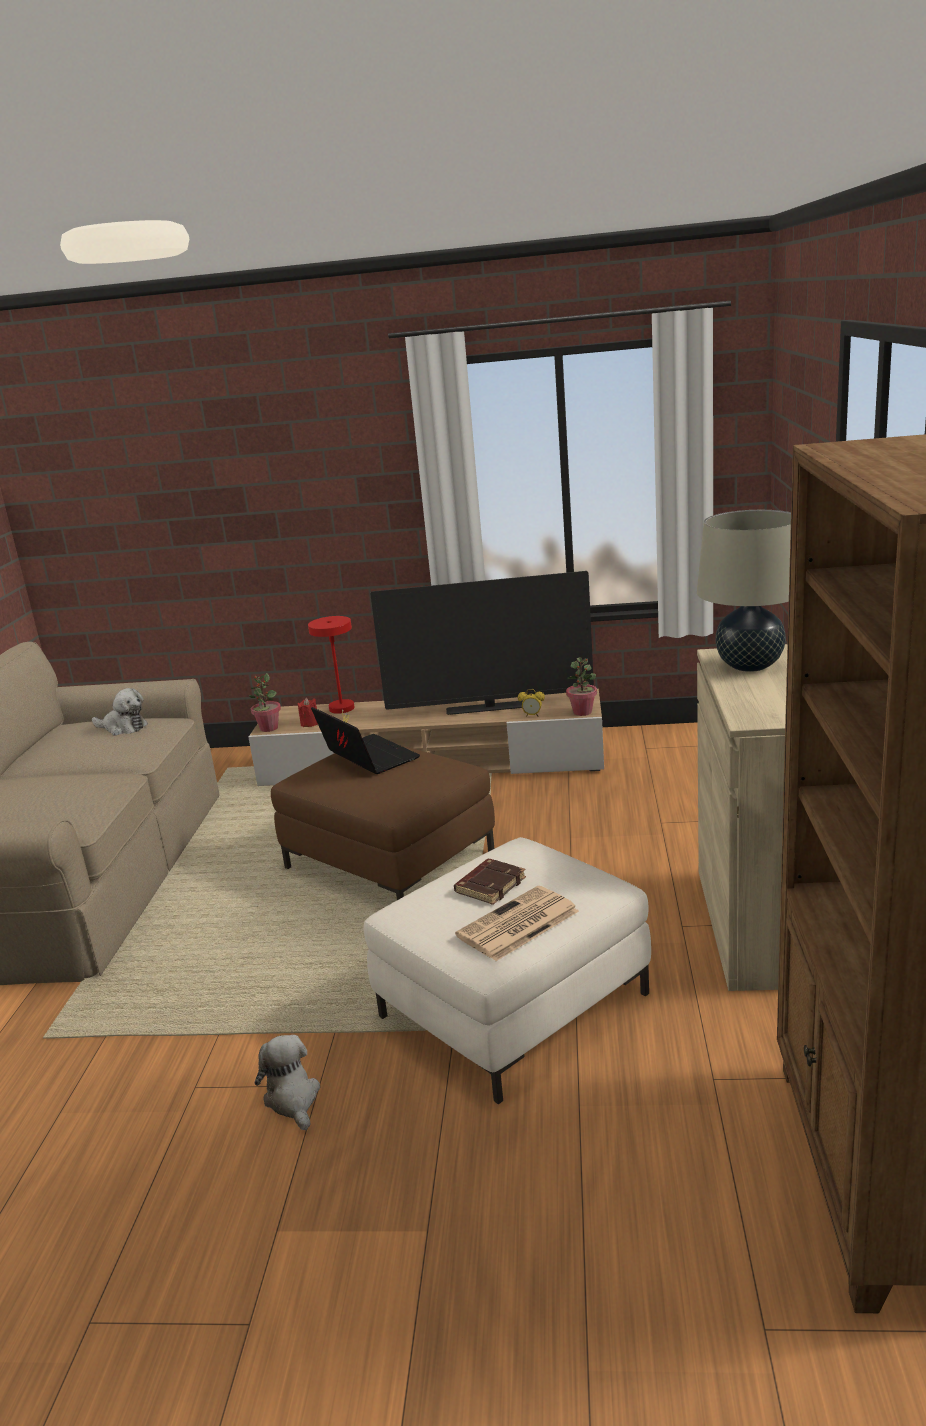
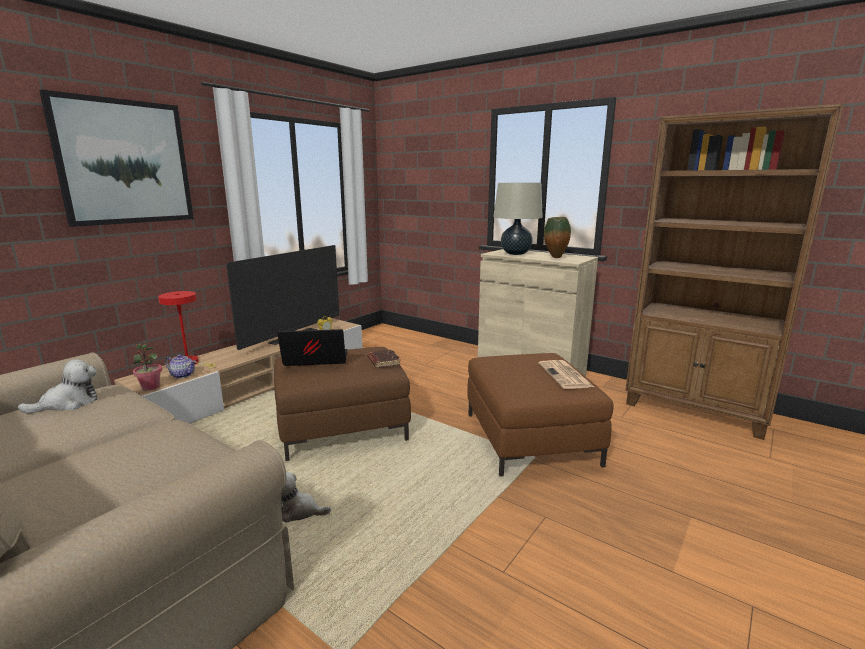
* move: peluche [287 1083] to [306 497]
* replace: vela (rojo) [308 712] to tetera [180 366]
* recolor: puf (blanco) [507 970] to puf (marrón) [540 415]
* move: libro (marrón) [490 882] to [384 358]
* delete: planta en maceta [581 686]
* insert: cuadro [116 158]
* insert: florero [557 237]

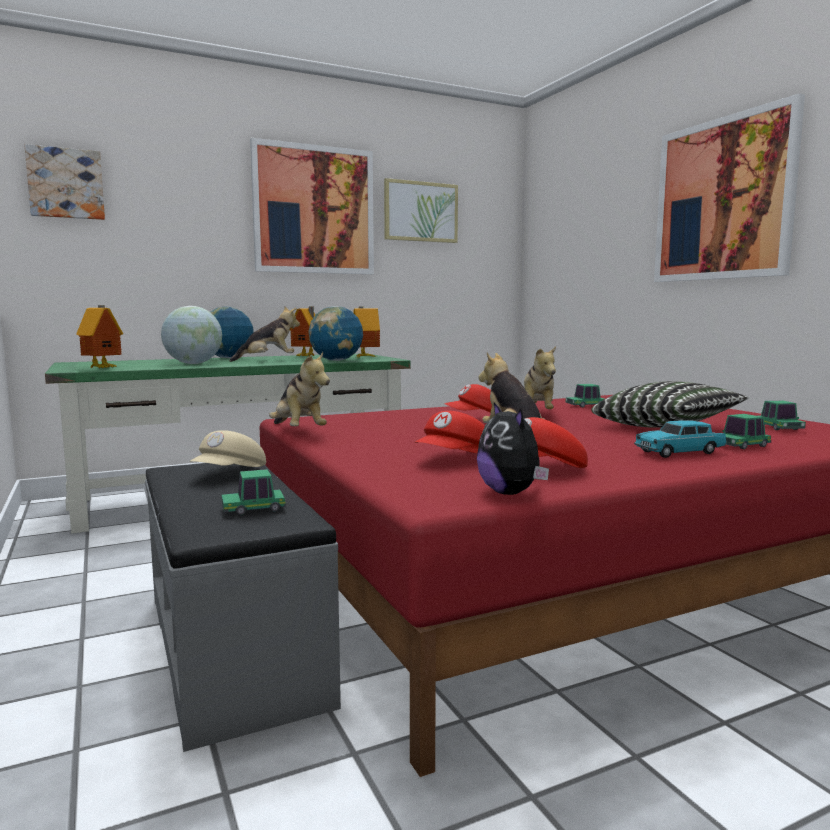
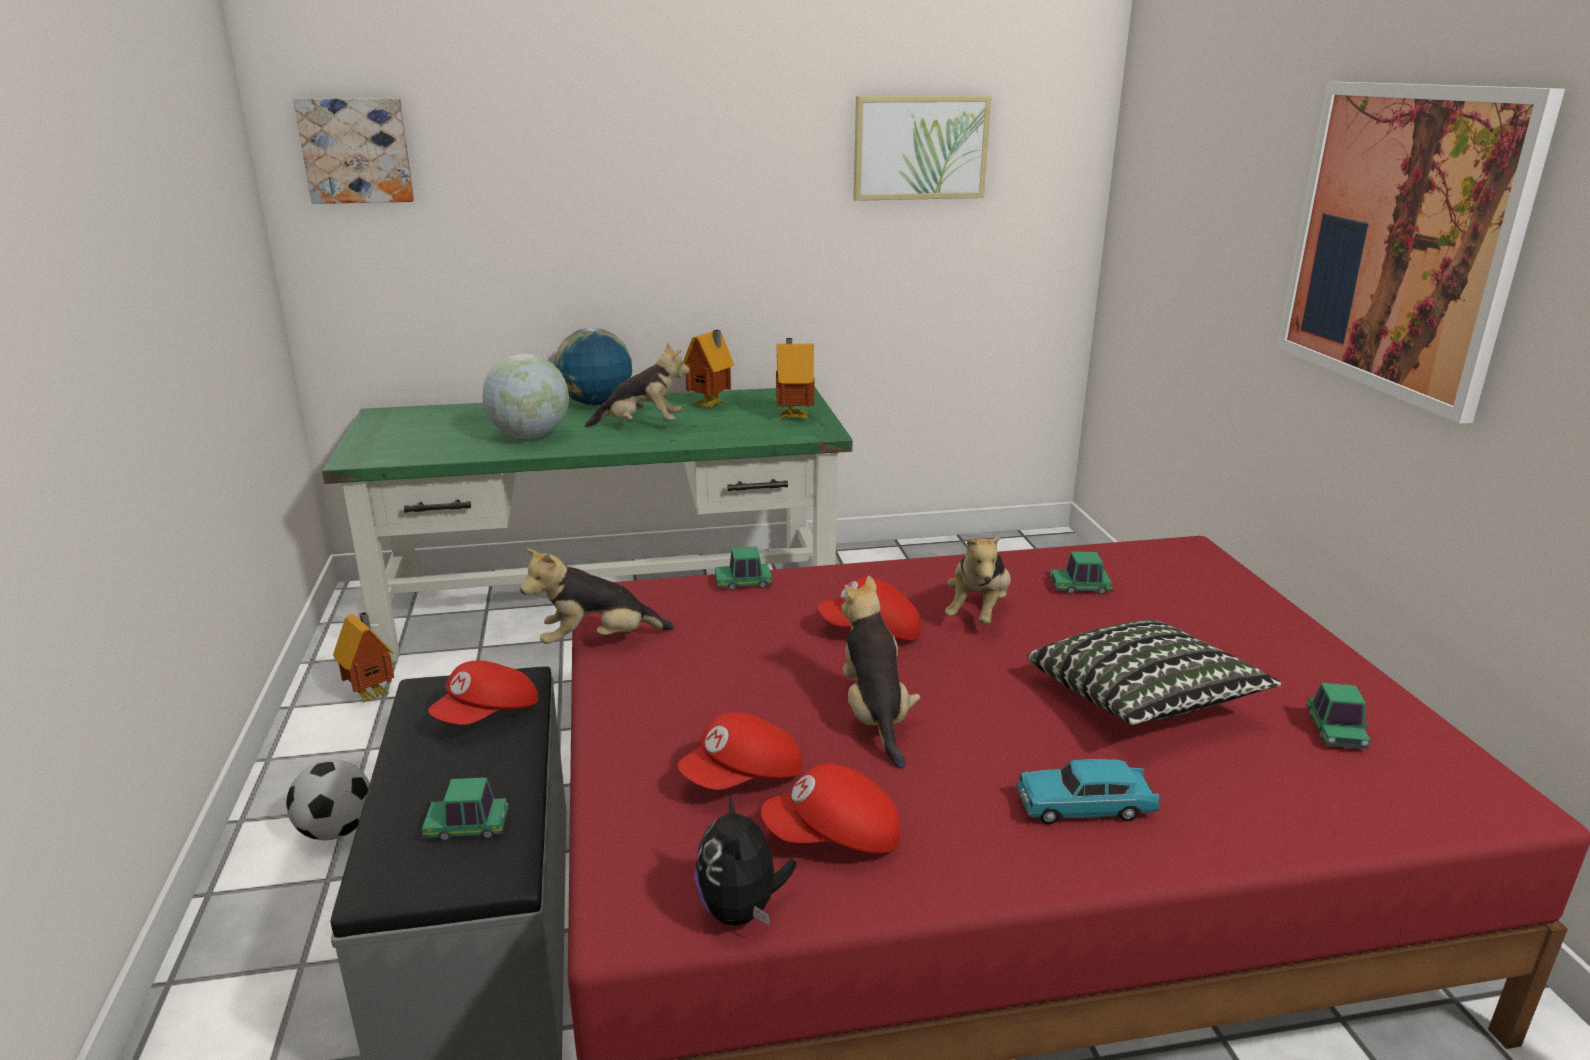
* move: casita [99 336] to [363 657]
* recolor: gorra (beis) [227 448] to gorra (rojo) [483 692]
* delete: cuadro [312 206]
* rotate: peluche [299 389] = [597 596] 90 degrees clockwise
* delete: globo terráqueo [335 333]
* move: coche de juguete [746 431] to [744 568]
* insert: balón de fútbol [328 800]

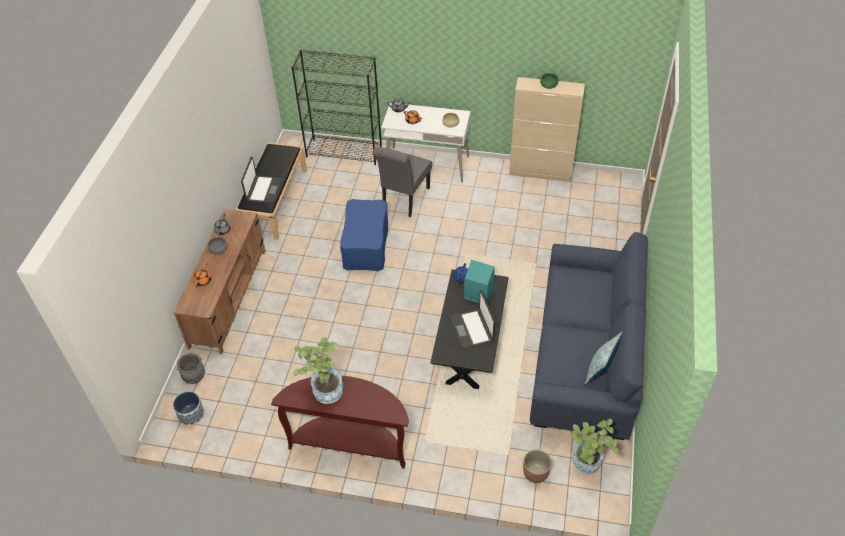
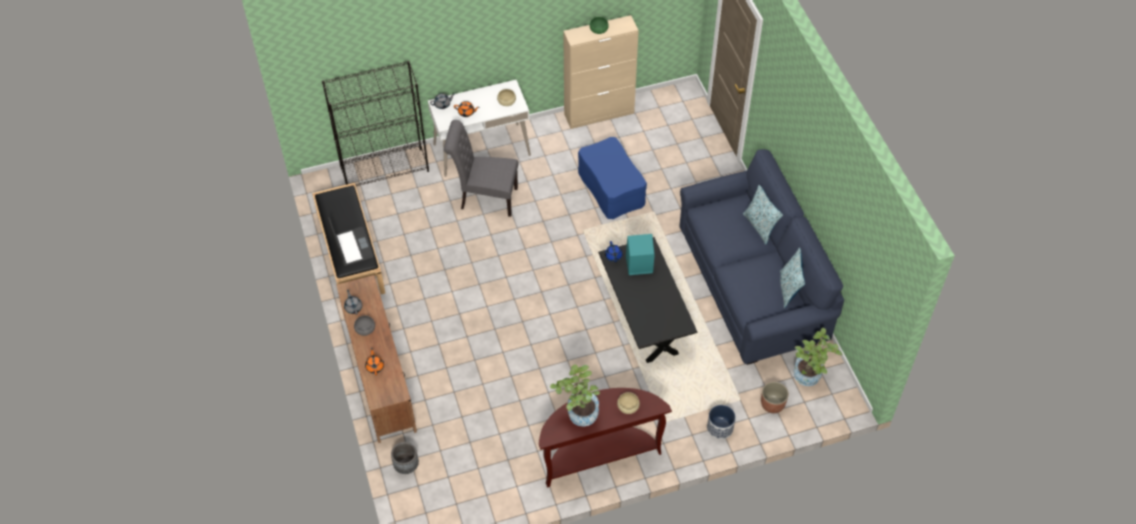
* move: maceta [188 409] to [721 422]
* move: puf (azul) [364 235] to [612 178]
* rotate: silla (gris) [402 182] = [481 168] 105 degrees clockwise
* delete: portátil [472 319]
* insert: cuenco (beis) [628 403]
* insert: cojín [763 215]

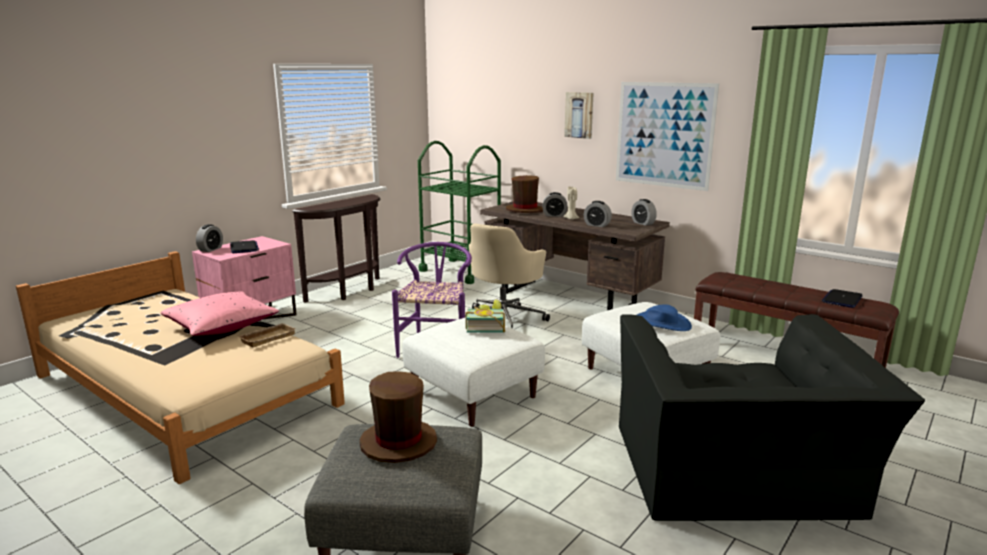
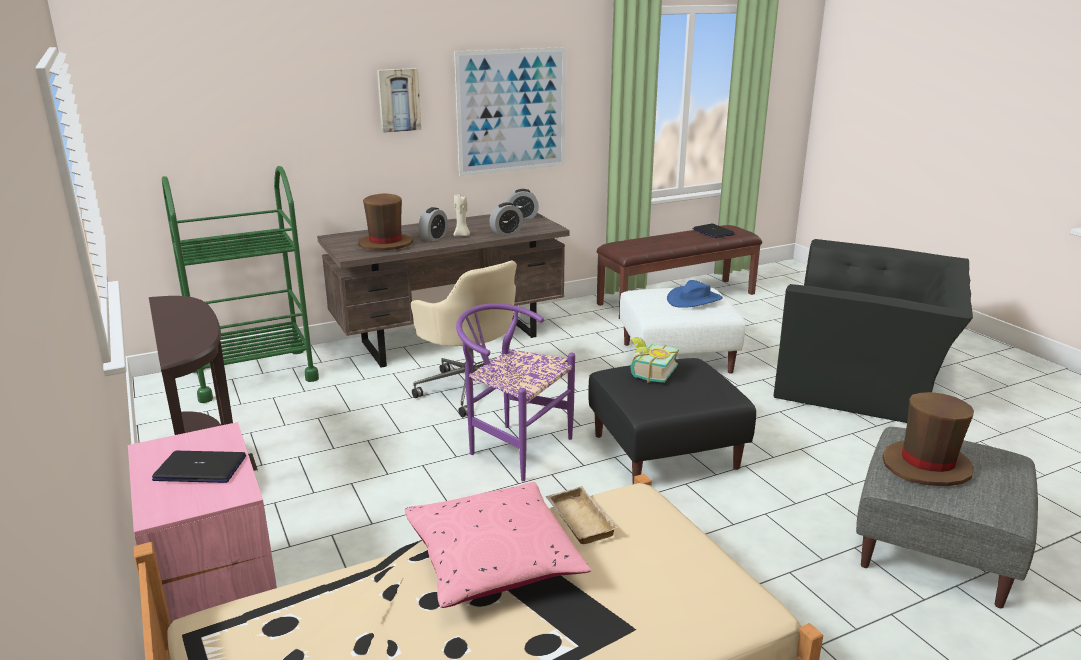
* delete: despertador [209 238]
* recolor: puf (blanco) [473 372] to puf (negro) [672 421]

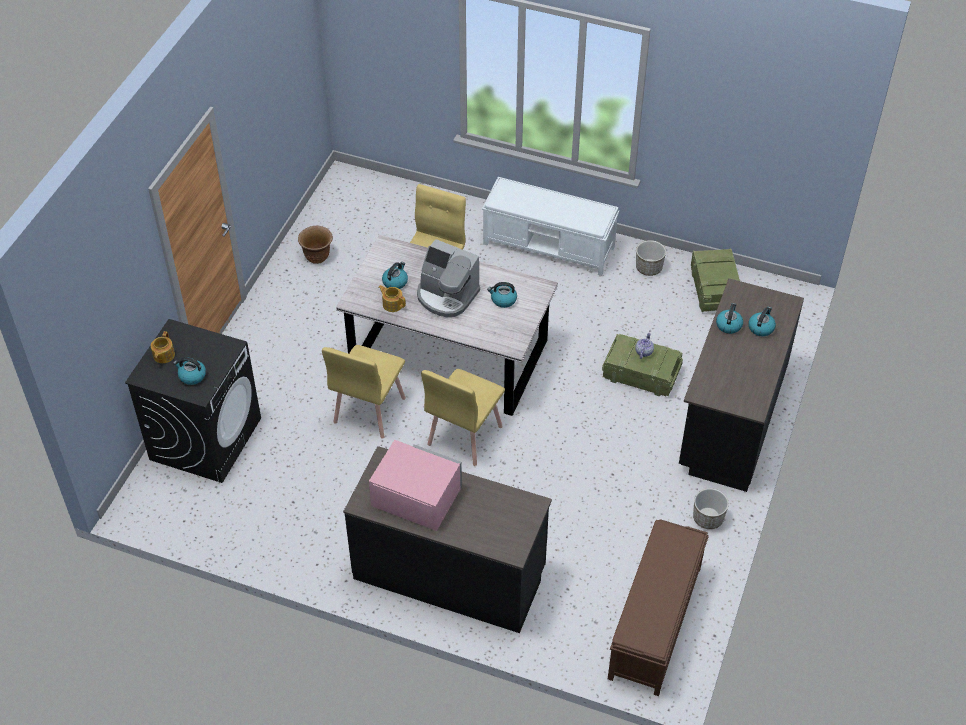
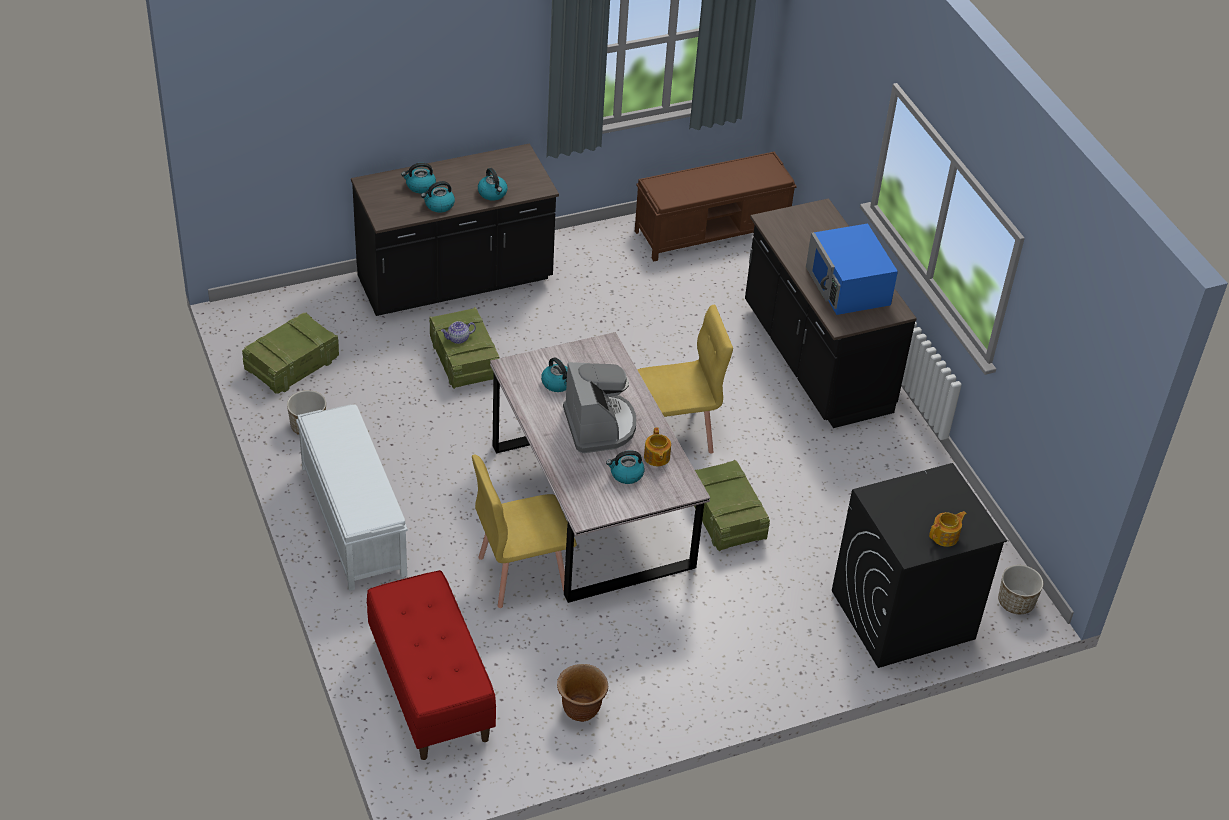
* move: hervidor [189 371] to [493 184]
* replace: silla (amarillo) [364 392] to caja de embalaje [732 505]
* recolor: microondas (rosa) [415 485] to microondas (azul) [852 269]
* move: maceta [711 508] to [1021 589]
* insert: banco (rojo) [431 665]

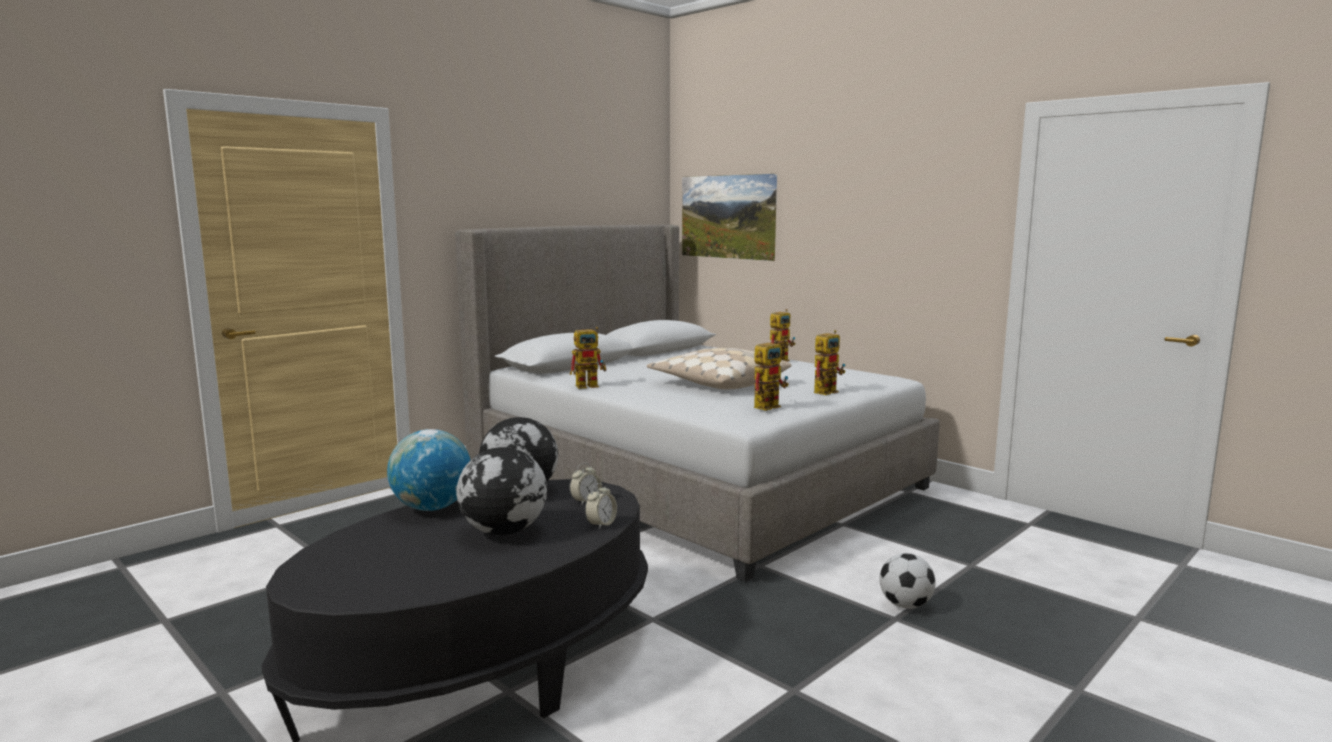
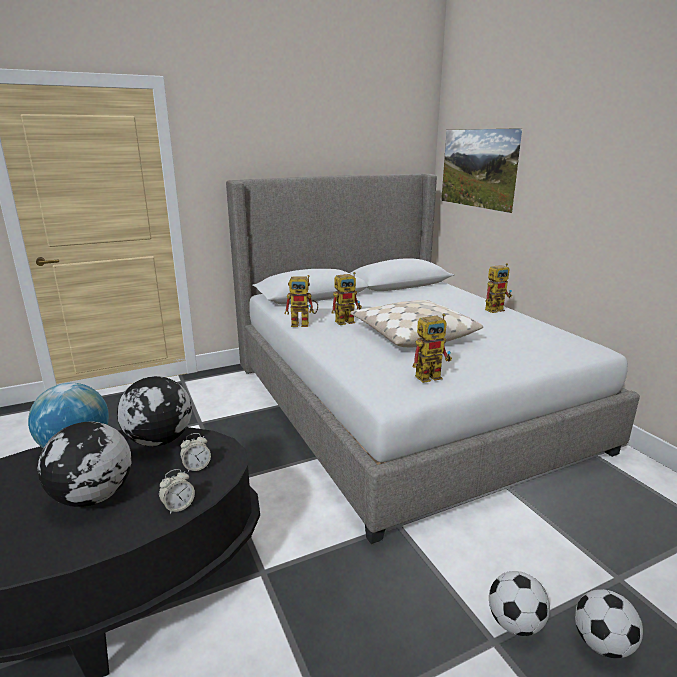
* move: robot de juguete [829 362] to [347 298]
* insert: balón de fútbol [609 623]

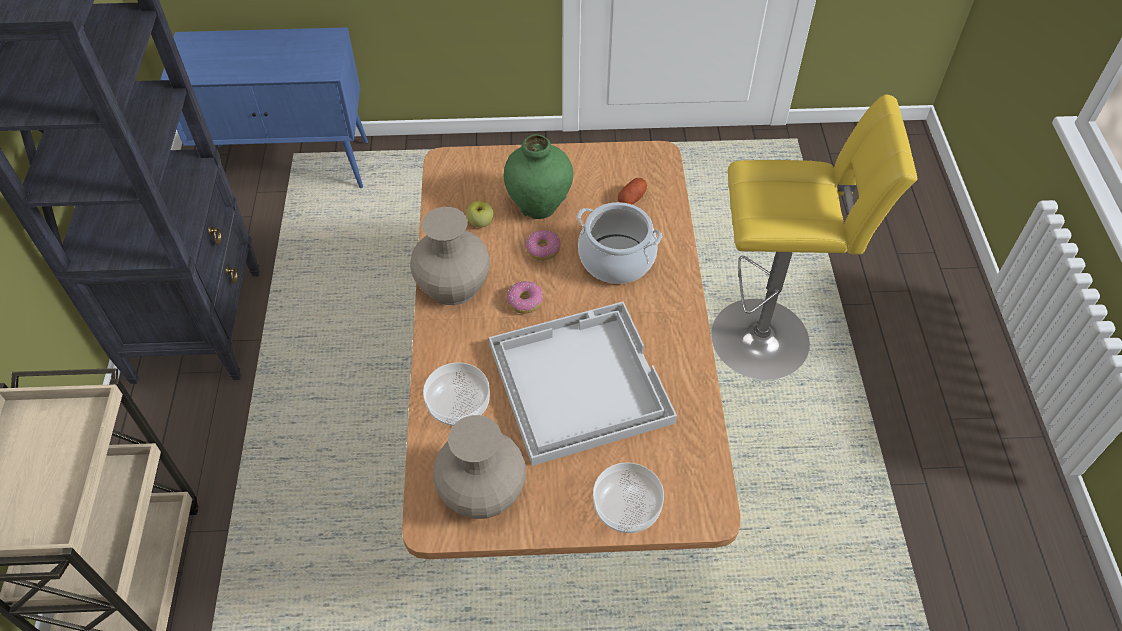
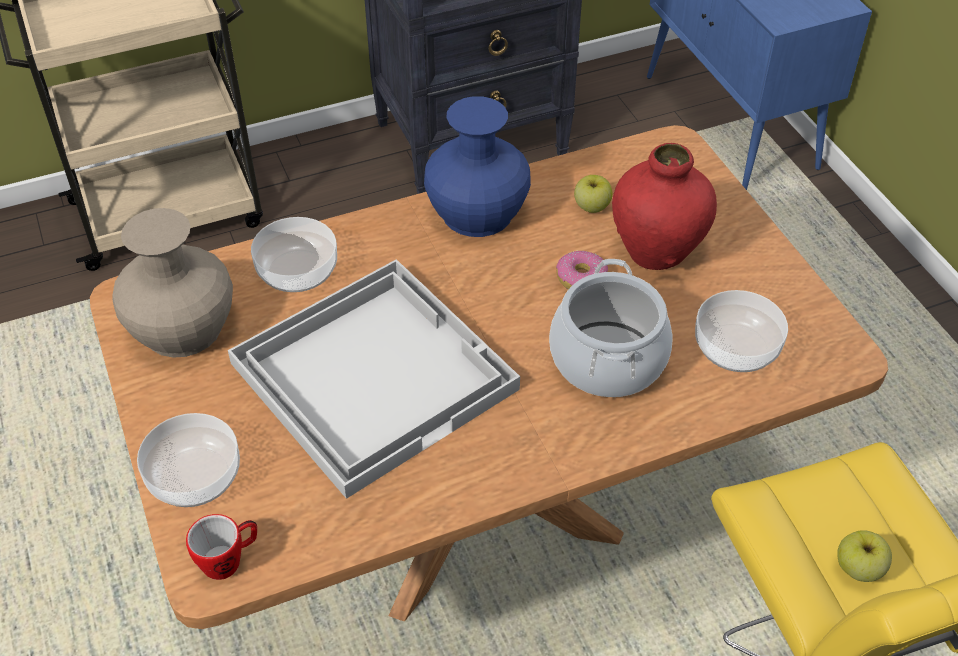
* recolor: florero (beis) [450 256] to florero (azul) [477 166]
* recolor: florero (verde) [538 176] to florero (rojo) [664 206]
* delete: rosquilla [525 297]
* replace: patata [632 191] to cuenco [741 331]
* insert: taza grande [221 547]
* insert: manzana [864 556]

